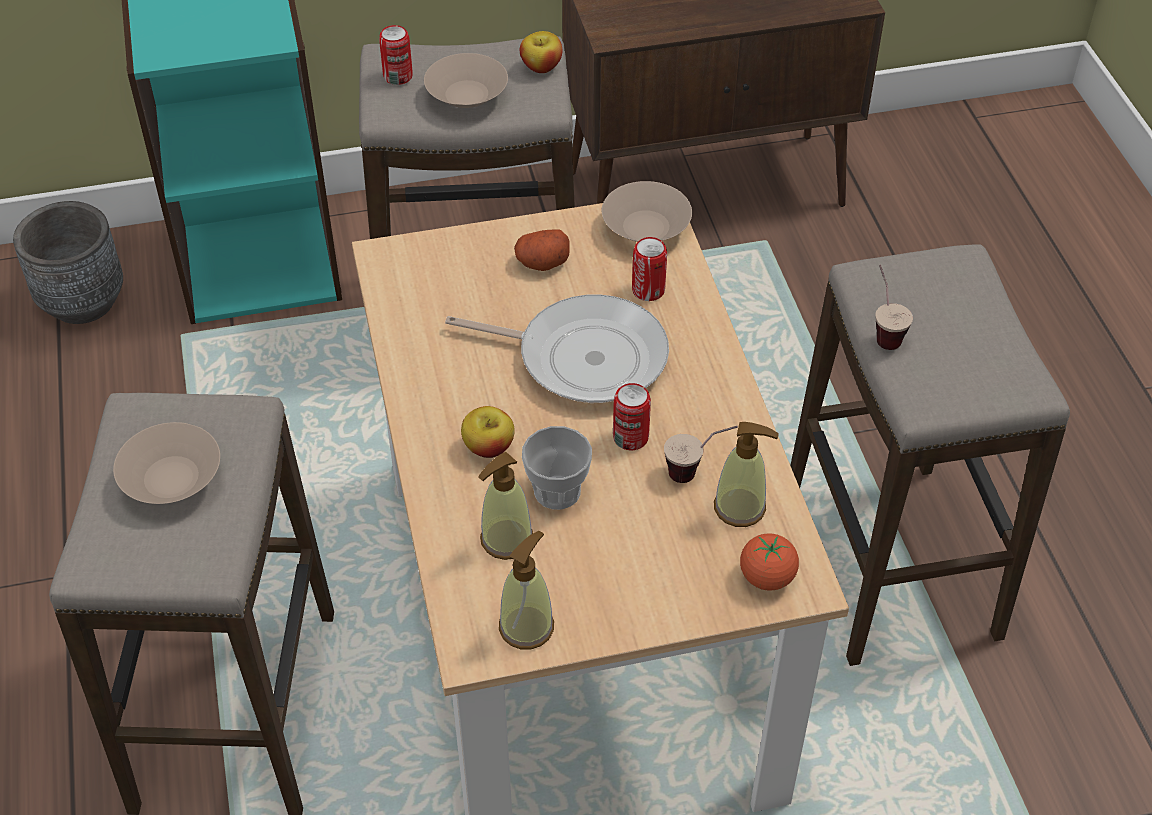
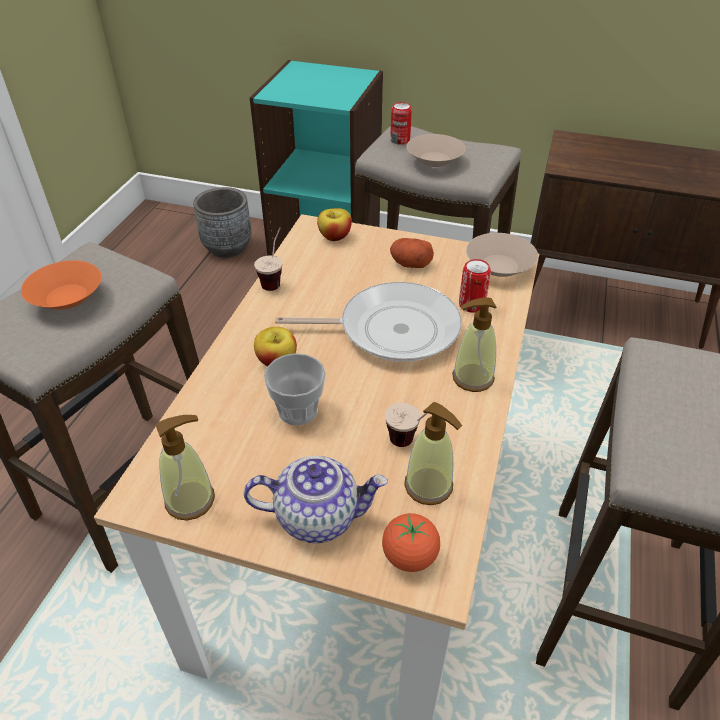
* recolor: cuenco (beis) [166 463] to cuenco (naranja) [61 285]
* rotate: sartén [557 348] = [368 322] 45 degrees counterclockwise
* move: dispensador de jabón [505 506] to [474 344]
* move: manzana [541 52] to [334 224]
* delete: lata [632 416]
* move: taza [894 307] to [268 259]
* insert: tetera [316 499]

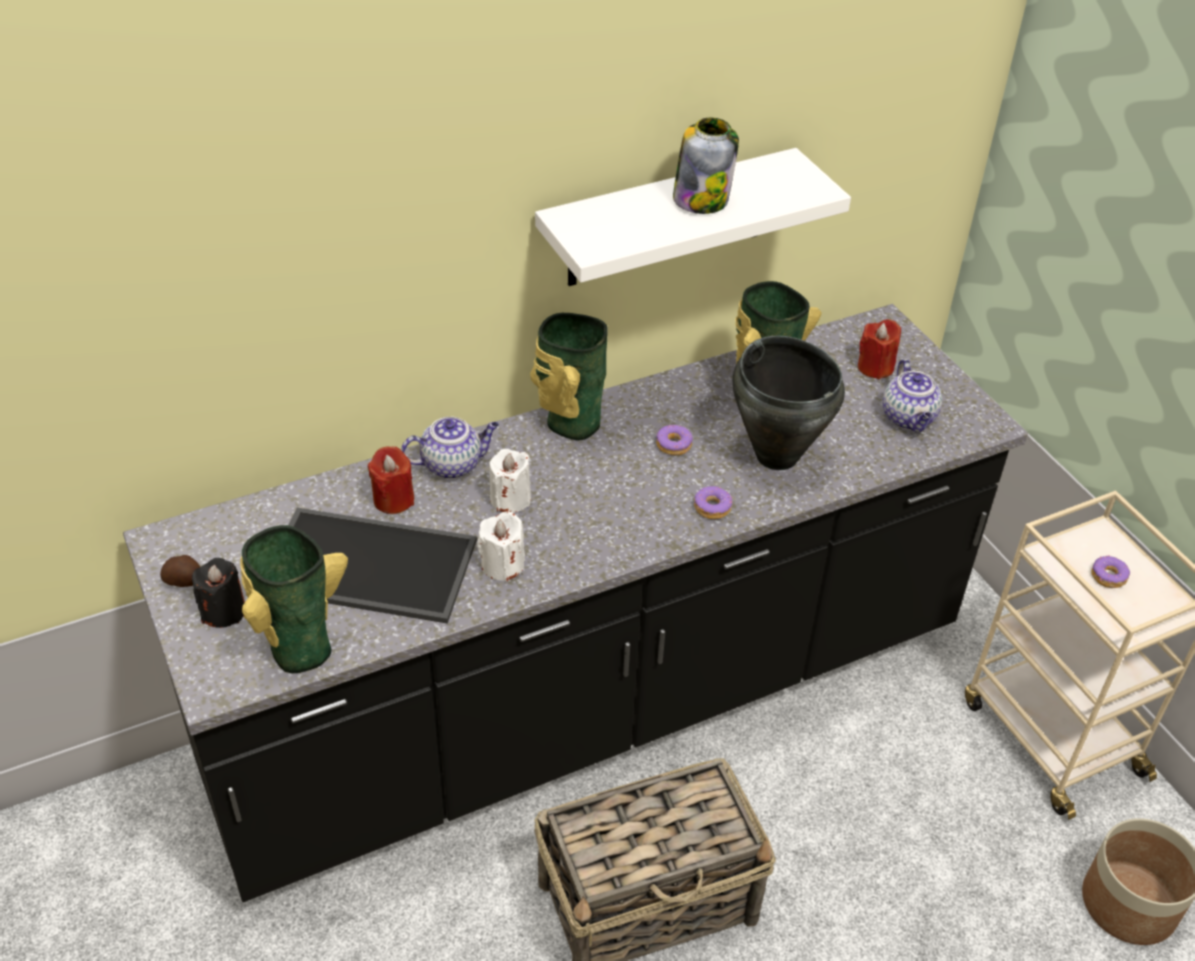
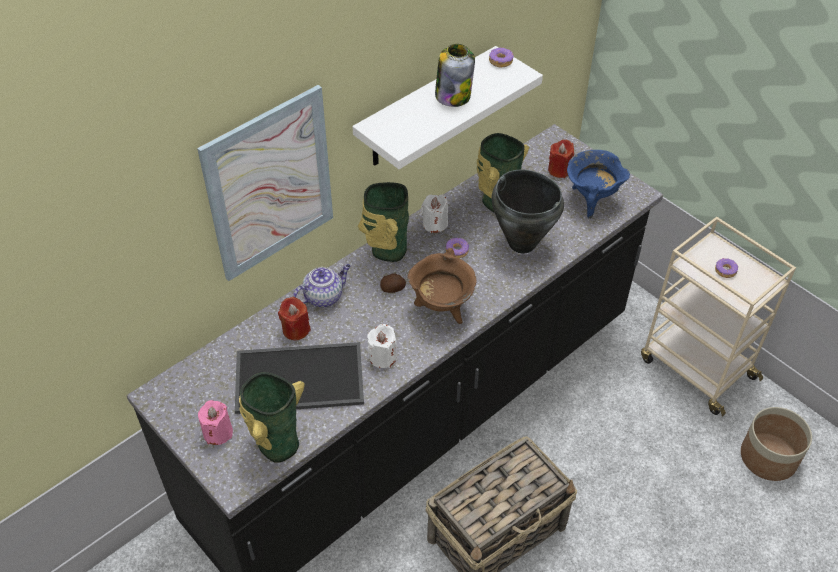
* move: patata [180 571] to [393 283]
* recolor: vela (negro) [218 593] to vela (rosa) [215 422]
* move: vela (blanco) [510 481] to [434 214]
* move: rosquilla [713 502] to [501 57]
* replace: tetera [912 395] to olla (azul) [598 184]
* insert: cuadro [265 183]
* insert: olla (marrón) [441 286]

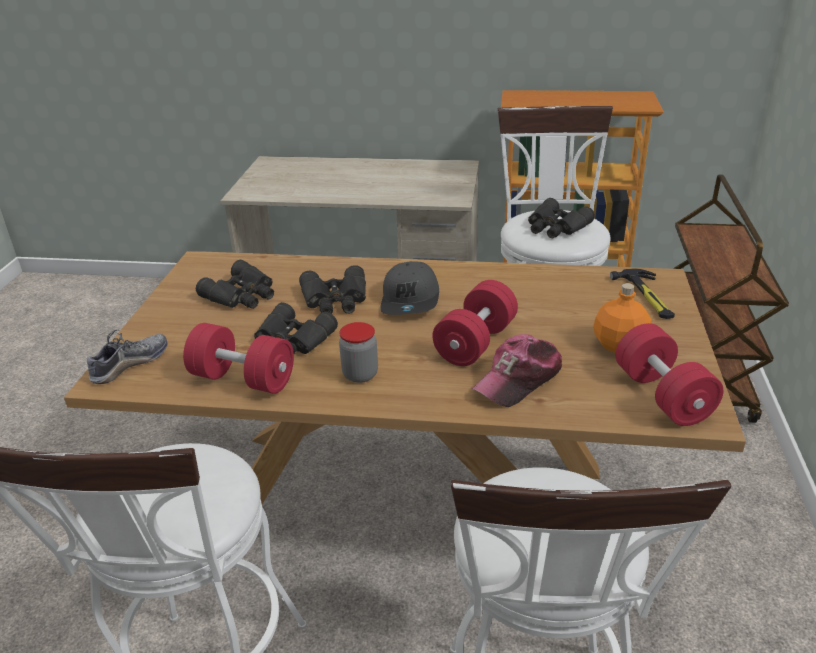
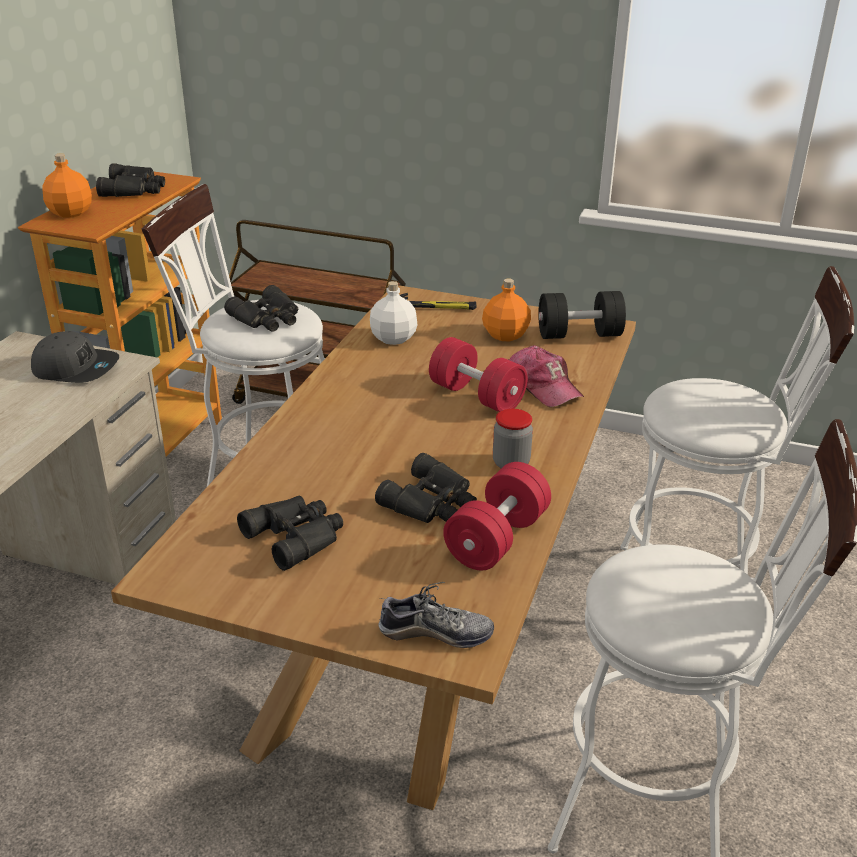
* rotate: zapato [126 357] = [436 615] 135 degrees clockwise
* move: prismáticos (negro) [332 289] to [130 180]
* move: gorra (gris) [409 288] to [75 357]
* recolor: mancuerna (rojo) [669 374] to mancuerna (negro) [582 315]
* insert: botella (naranja) [67 185]
* insert: botella (blanco) [394 313]

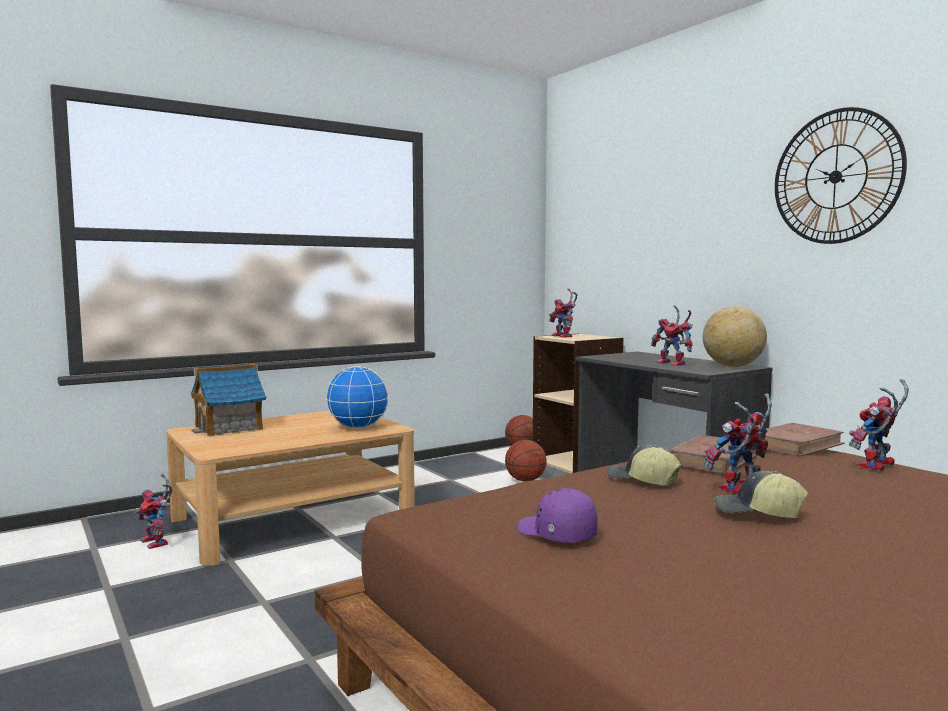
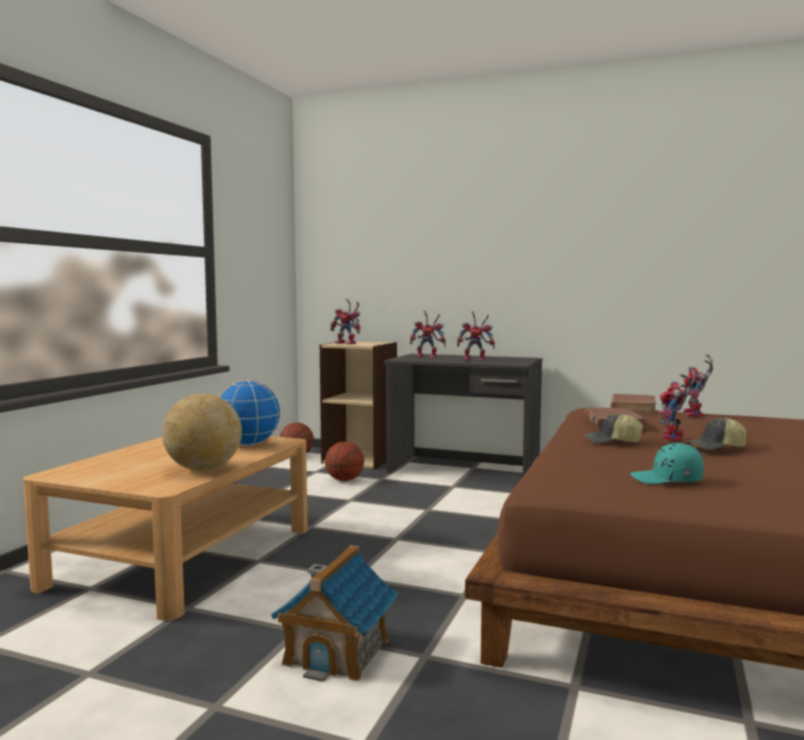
* move: robot de juguete [153 511] to [428 334]
* move: casita [228 400] to [334 613]
* recolor: gorra (morado) [557 515] to gorra (turquesa) [667 463]
* move: globo terráqueo [735 336] to [202 432]
* delete: reloj de pared [841 175]

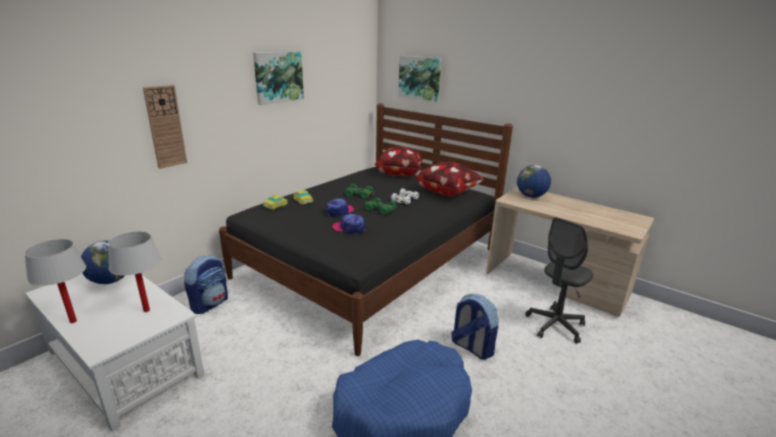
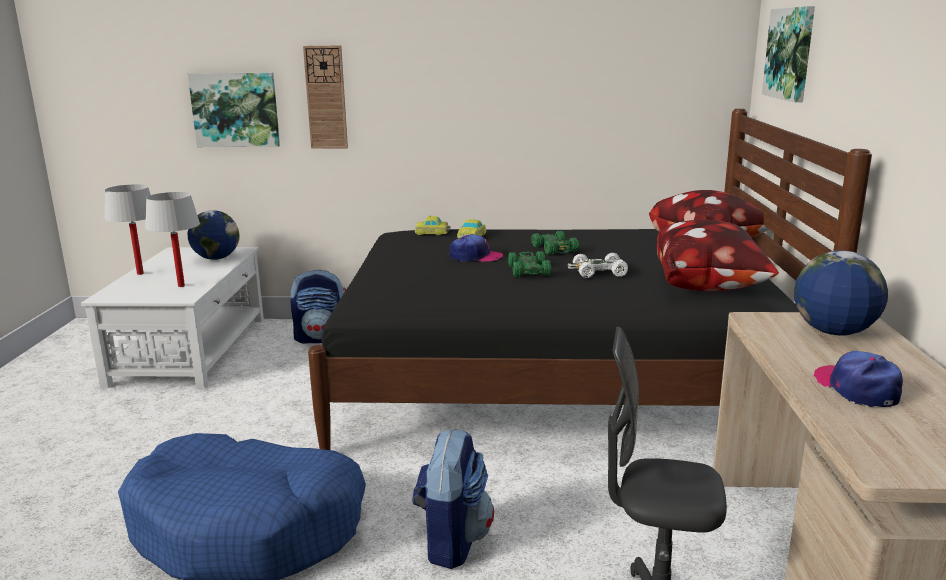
* move: cuadro [278 78] to [234 110]
* move: gorra [349 224] to [858 379]

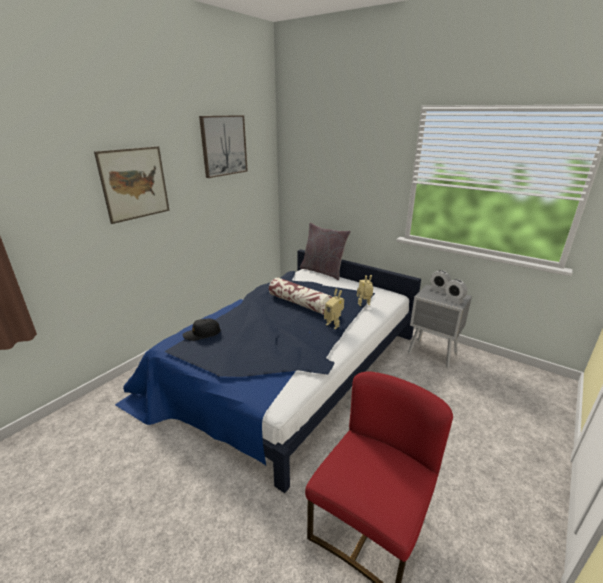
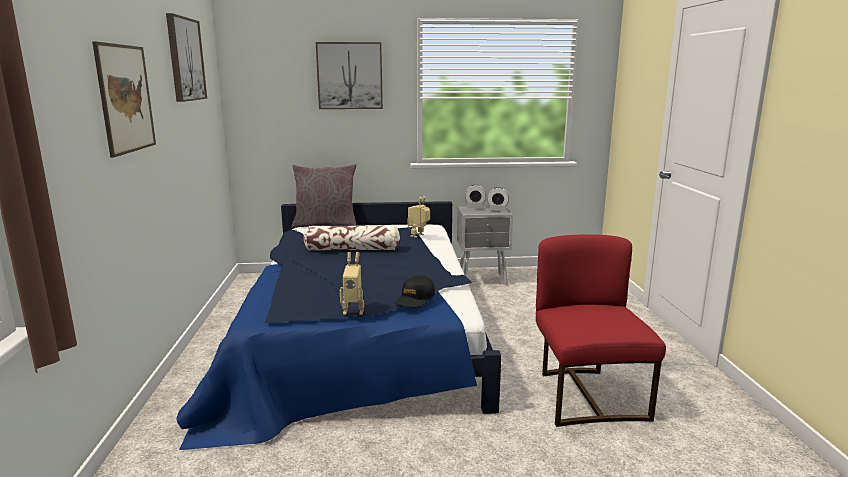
* move: gorra (negro) [202 330] to [415 291]
* move: robot de juguete [334 309] to [352 283]
* insert: cuadro [349 75]

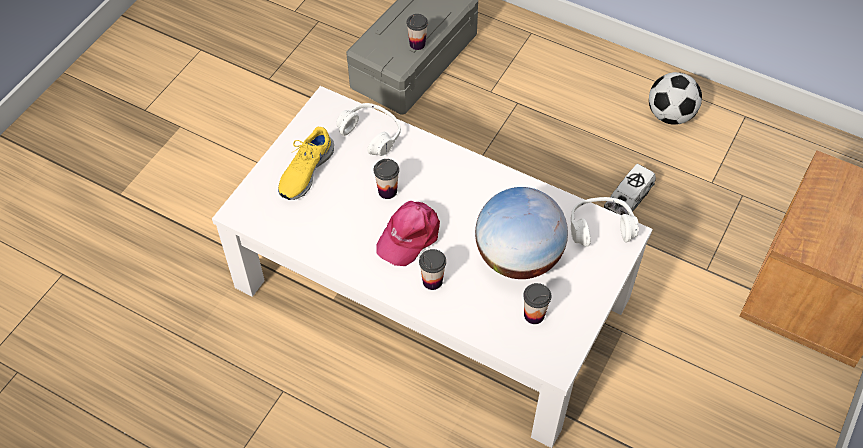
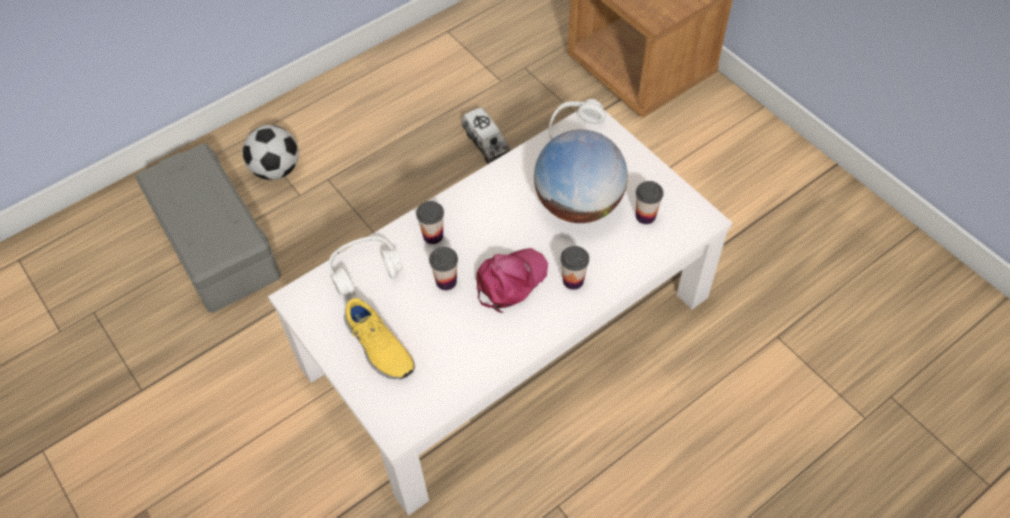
* rotate: gorra (rosa) [408 233] = [512 280] 105 degrees counterclockwise
* move: taza [417 32] to [430 222]
* move: balón de fútbol [675 98] to [270 152]

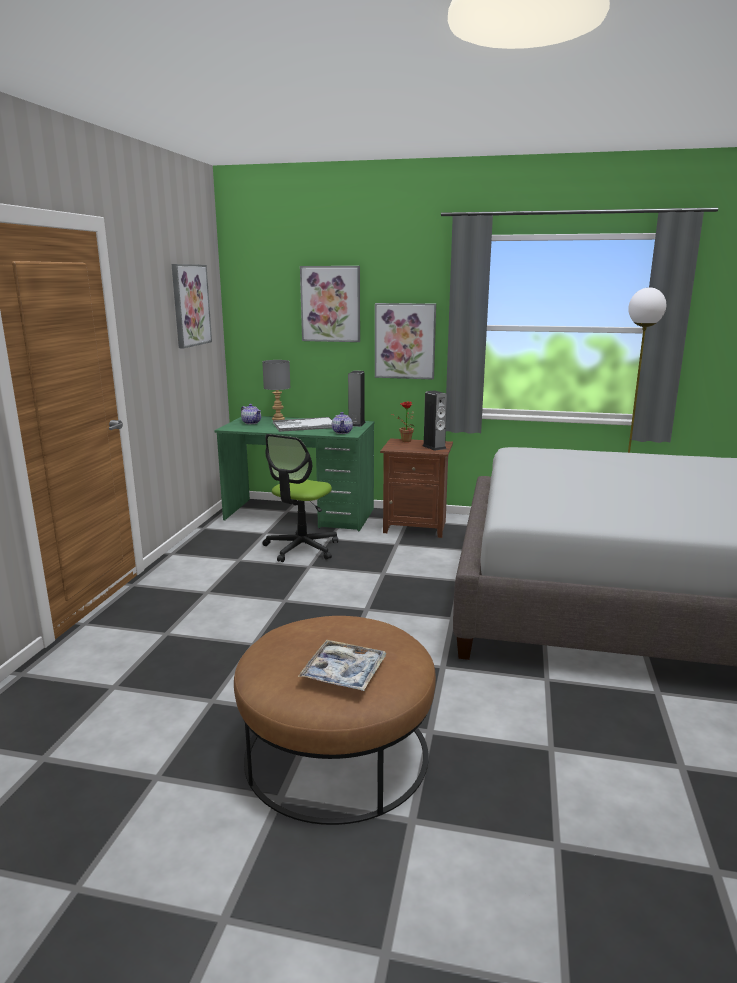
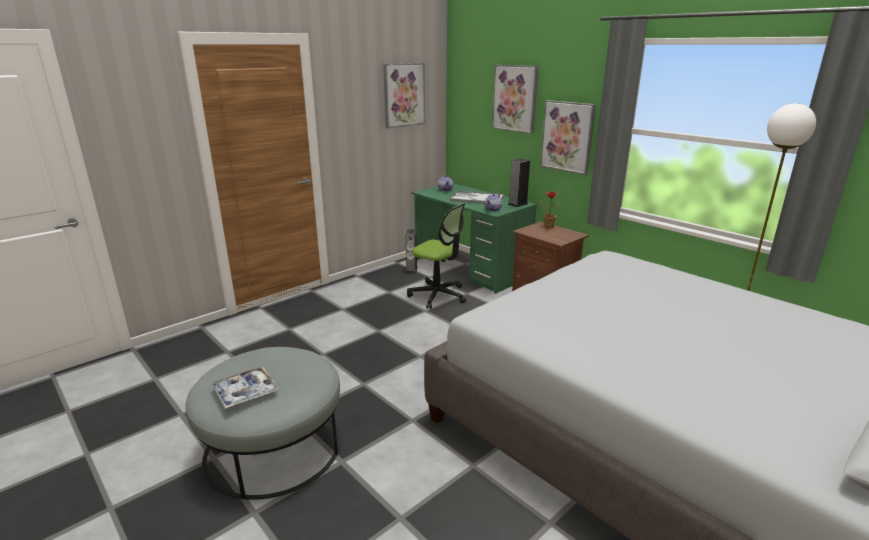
* recolor: puf (marrón) [335 720] to puf (gris) [263 423]
* delete: lámpara de mesa (gris) [276 390]
* rotate: silla de oficina [300 498] = [436 256] 120 degrees counterclockwise
* move: altavoz [434 421] to [411 251]

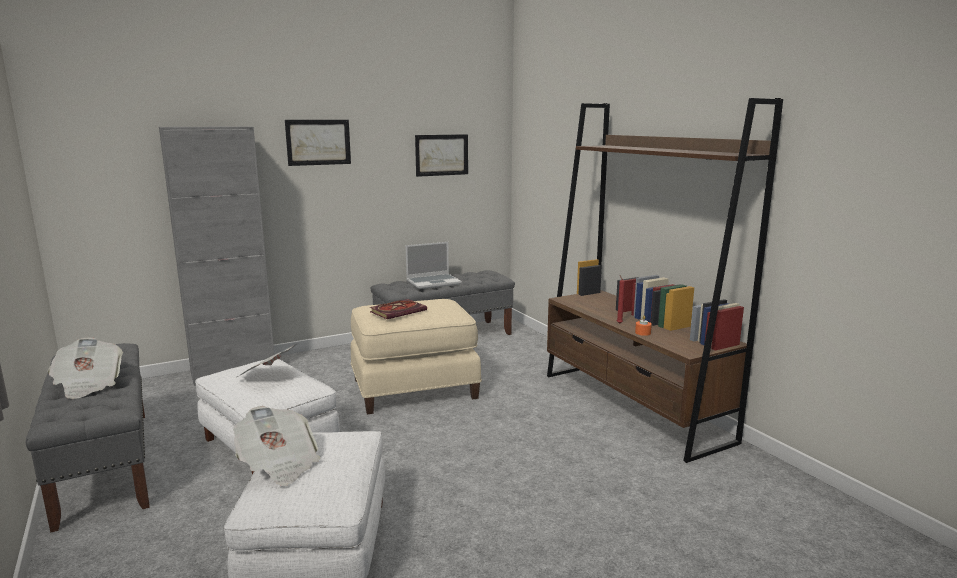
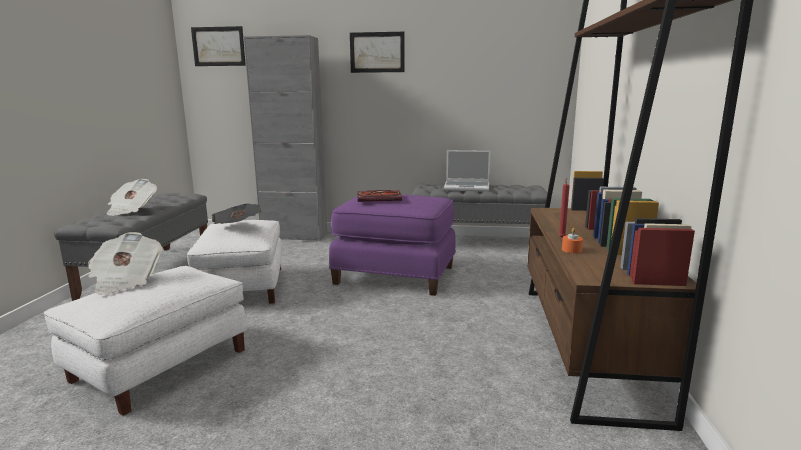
* recolor: puf (beis) [416 356] to puf (morado) [392 245]
* move: cuadro [441 155] to [218 46]

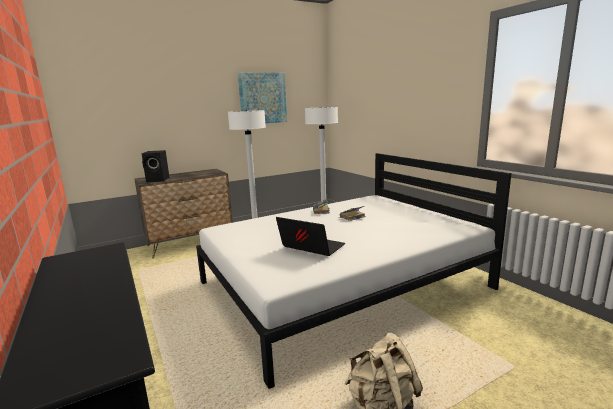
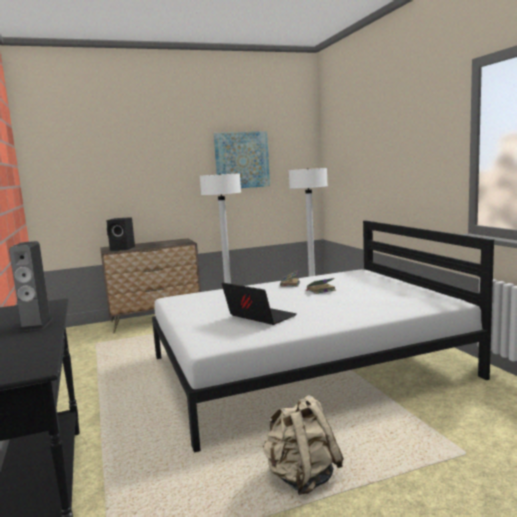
* insert: altavoz [30 286]

